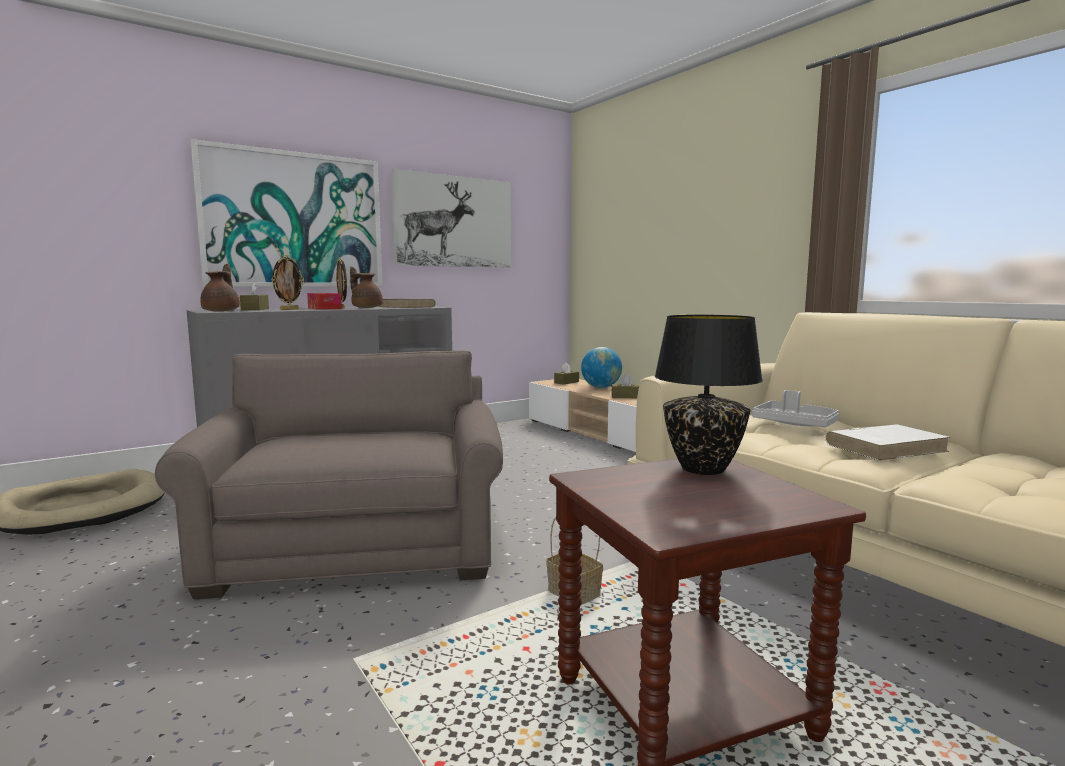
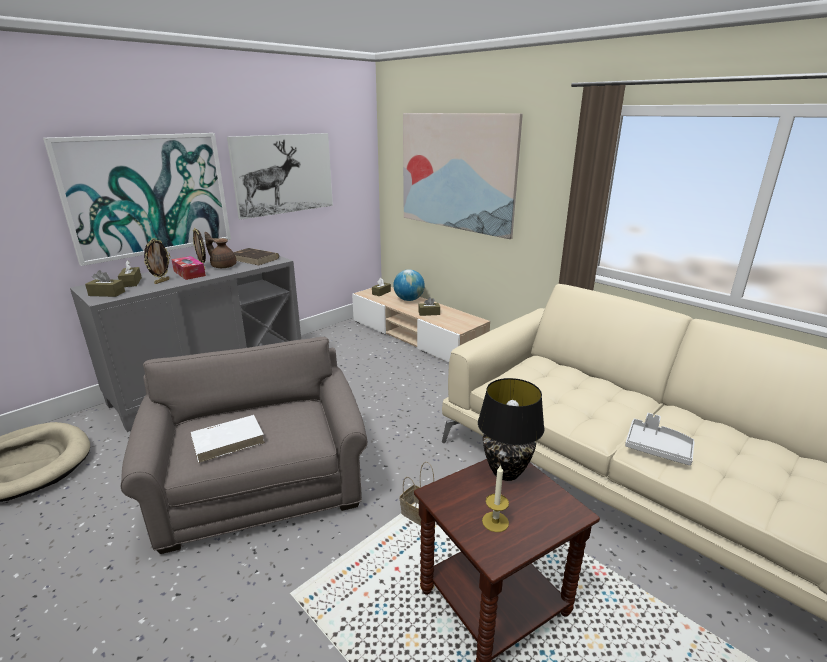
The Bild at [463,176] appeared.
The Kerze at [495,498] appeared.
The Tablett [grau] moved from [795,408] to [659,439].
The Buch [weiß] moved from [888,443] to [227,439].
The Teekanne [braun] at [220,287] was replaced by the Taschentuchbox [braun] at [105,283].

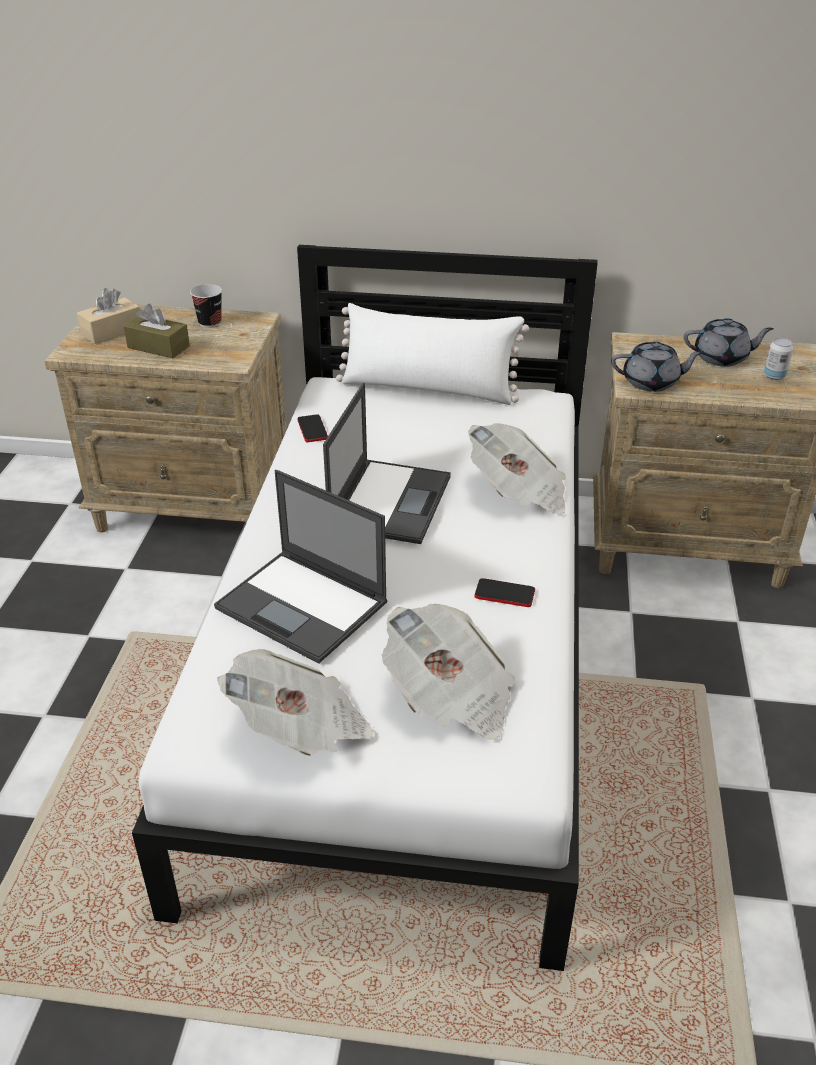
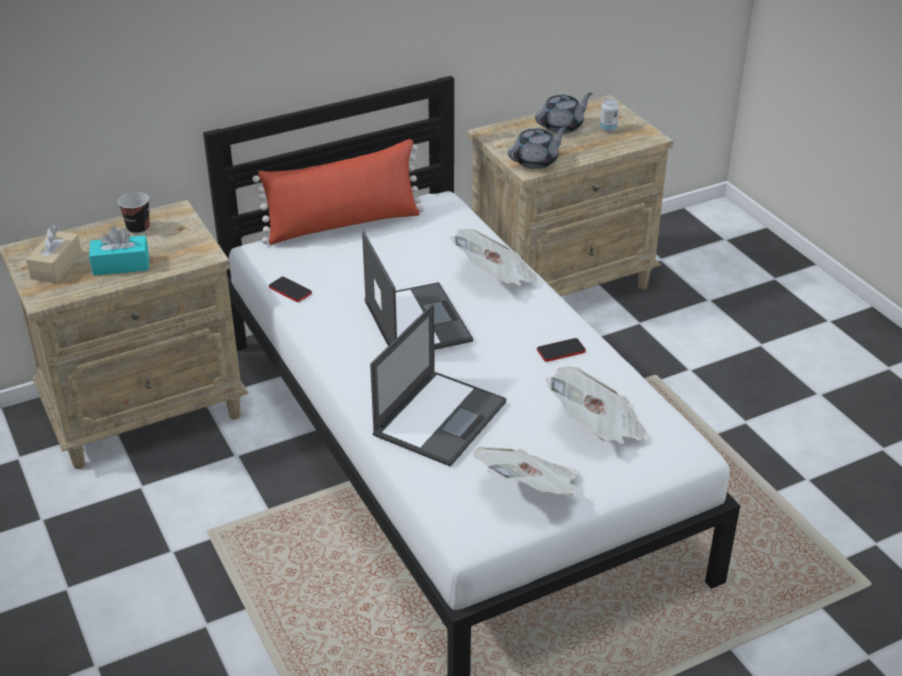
The Taschentuchbox [braun] at [157,331] became the Taschentuchbox [türkis] at [119,251].
The Kissen [weiß] at [432,354] became the Kissen [rot] at [338,192].
The Laptop at [300,567] turned 60 degrees counterclockwise.

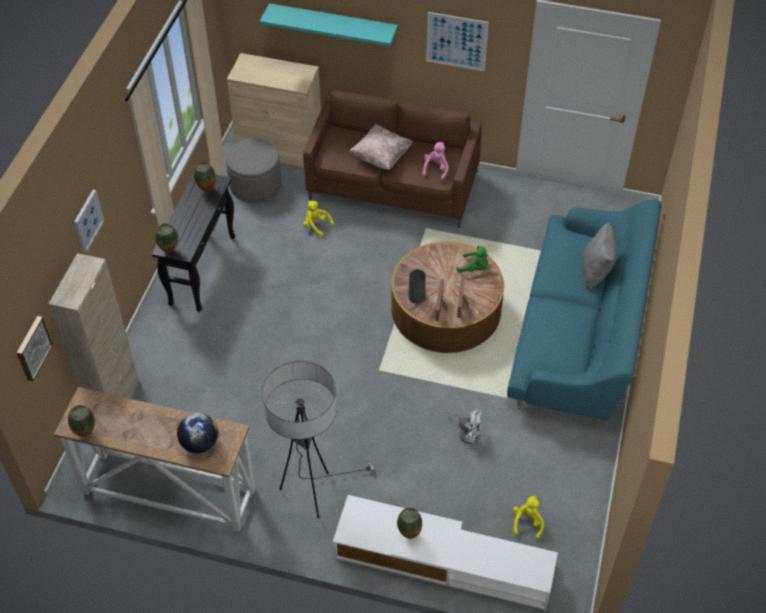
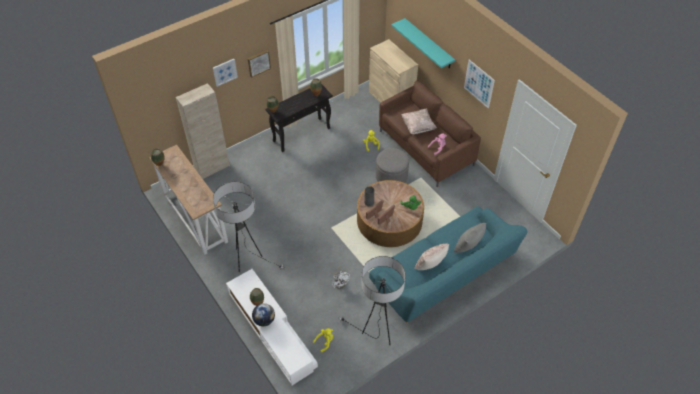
The Stehlampe at [372,300] appeared.
The Kissen [beige] at [431,257] appeared.
The Bild moved from [35,349] to [259,64].
The Globus moved from [197,433] to [263,314].
The Polsterhocker [grau] moved from [254,170] to [392,165].

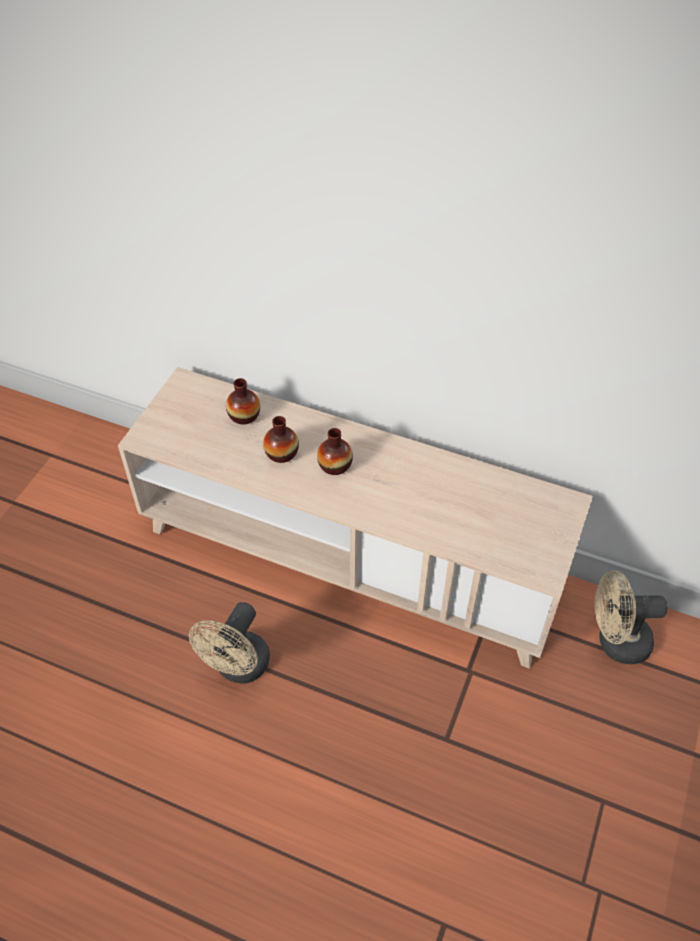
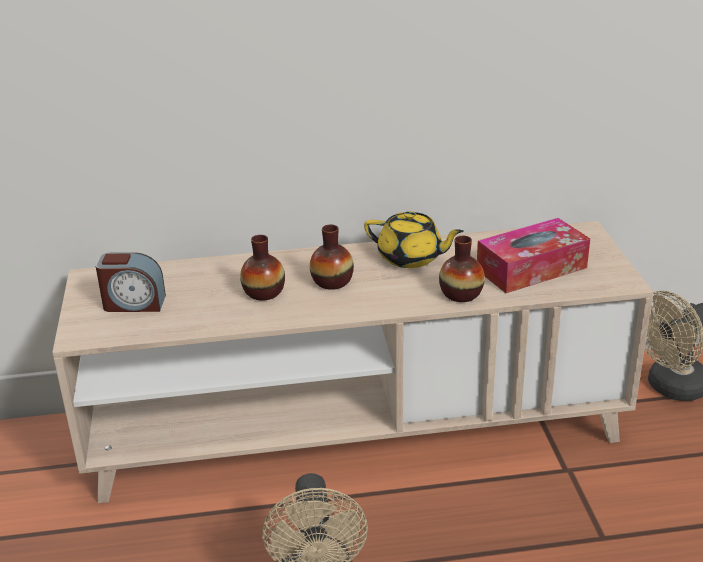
The Wecker at [131,282] appeared.
The Teekanne [gelb] at [414,239] appeared.
The Taschentuchbox at [533,255] appeared.
The Vase moved from [243,401] to [462,269].

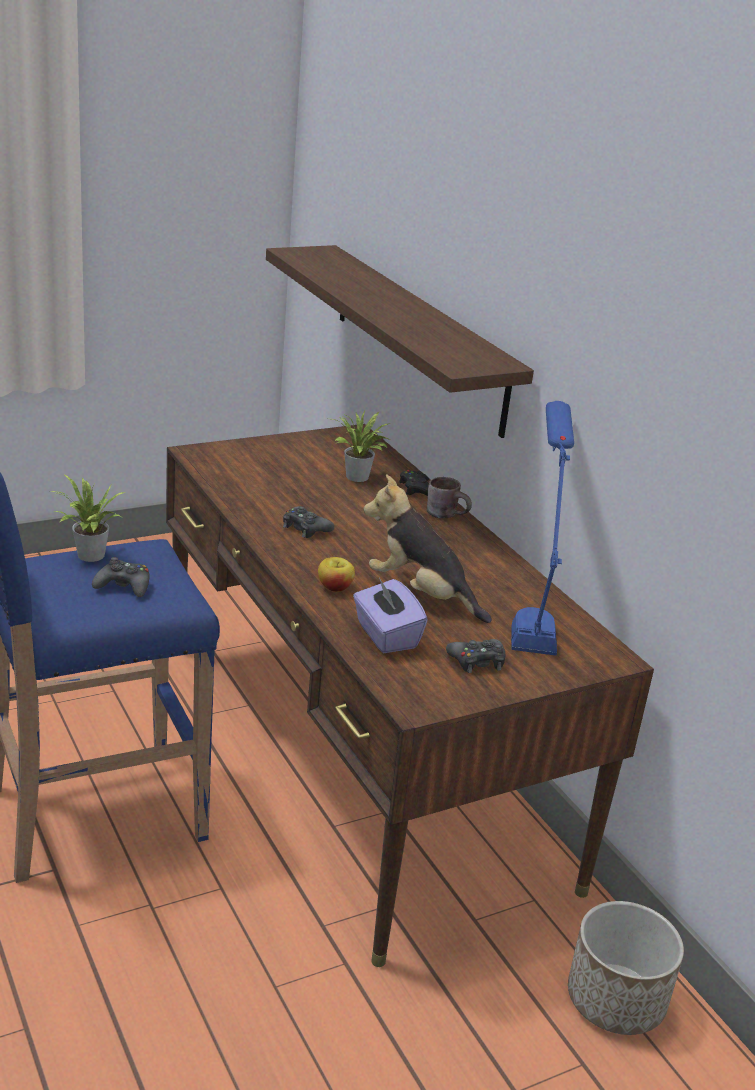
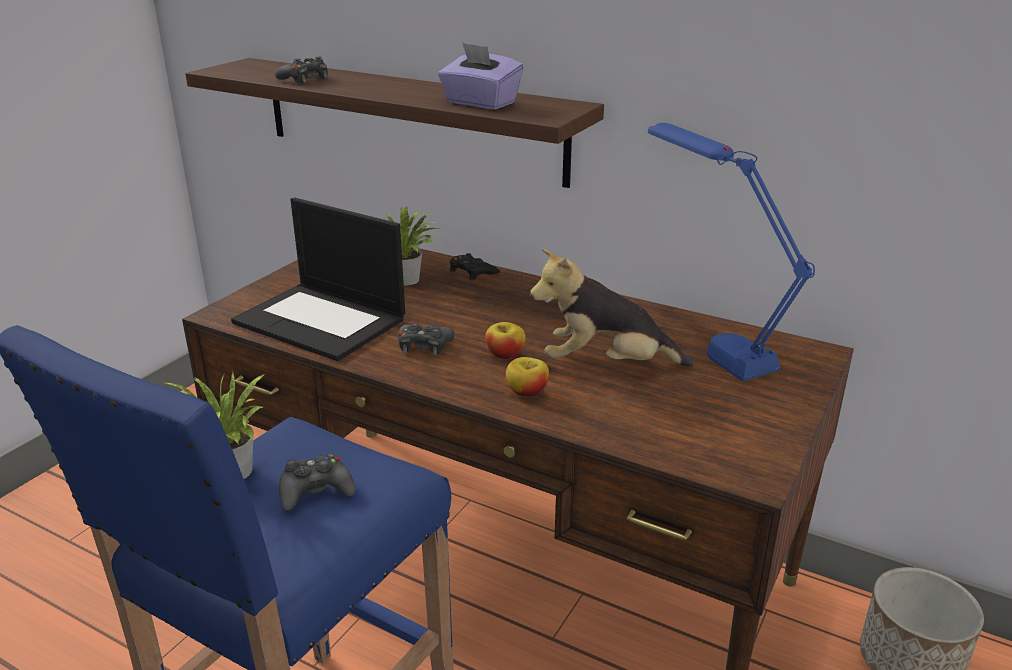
The Henkelbecher [braun] at [449,498] disappeared.
The Laptop at [318,279] appeared.
The Apfel at [505,340] appeared.
The Taschentuchbox [lila] moved from [390,615] to [480,76].
The Gamepad [schwarz] moved from [475,656] to [301,70].

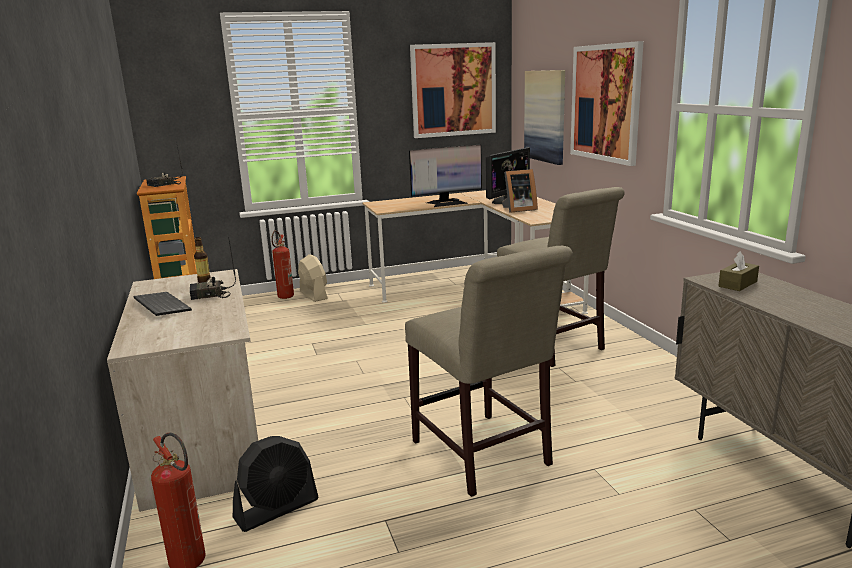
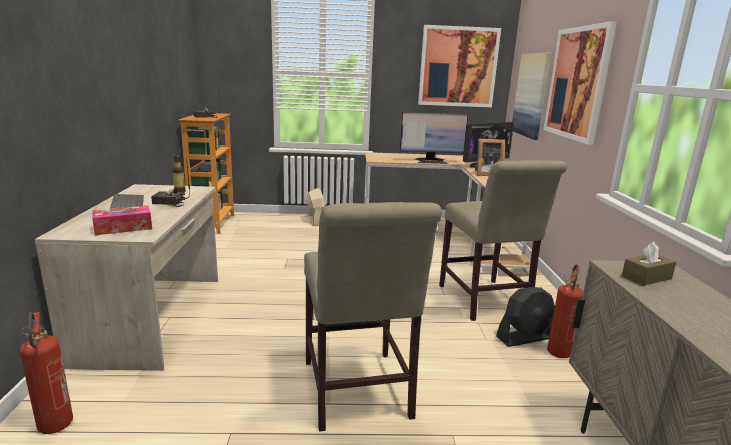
The Taschentuchbox at [122,220] appeared.
The Ventilator [schwarz] moved from [276,484] to [525,317].
The Feuerlöscher moved from [282,264] to [565,311].

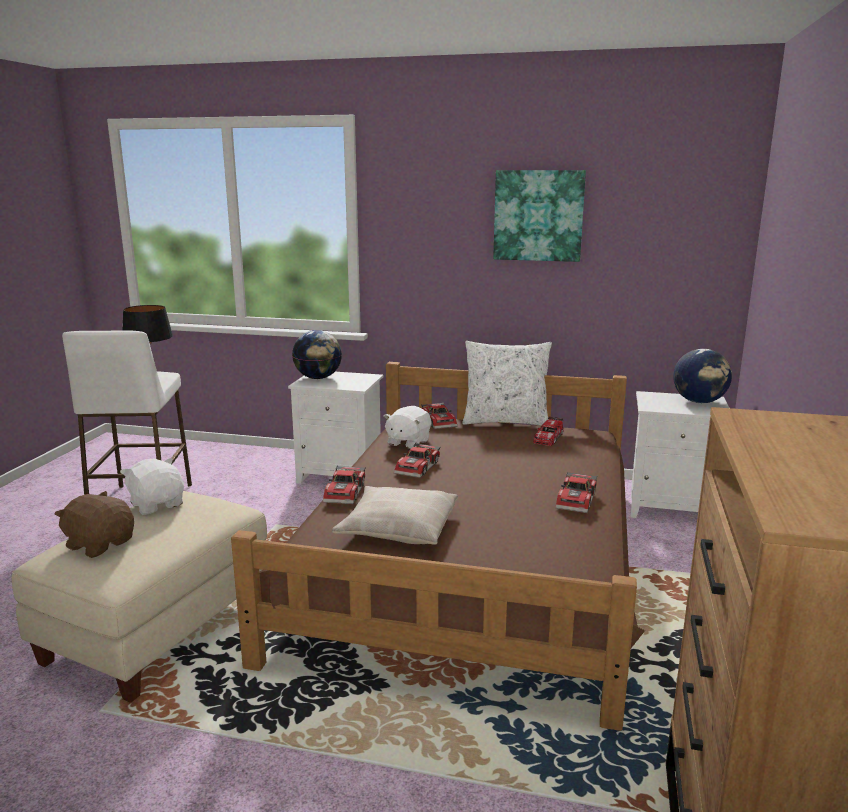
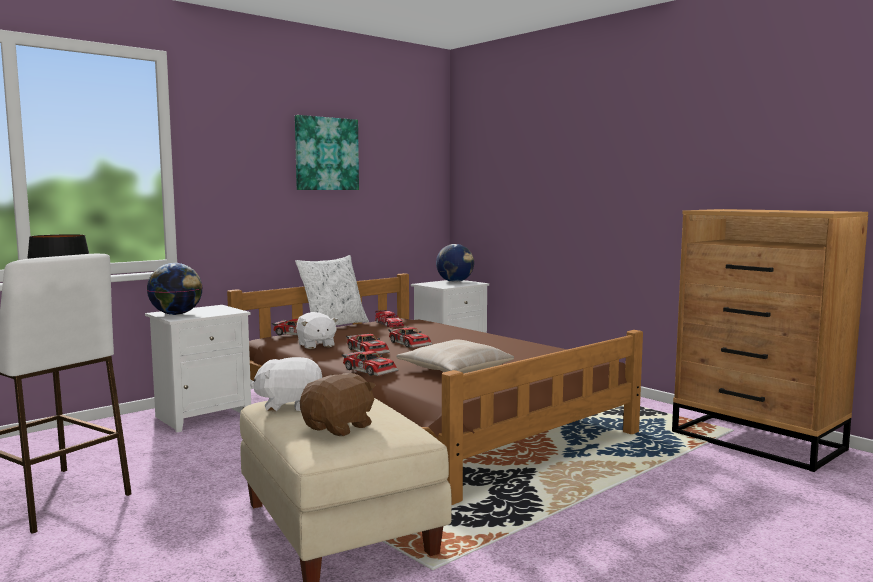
The Spielzeugauto moved from [576,492] to [410,337].
The Plüschtier [braun] at [94,524] turned 150 degrees clockwise.

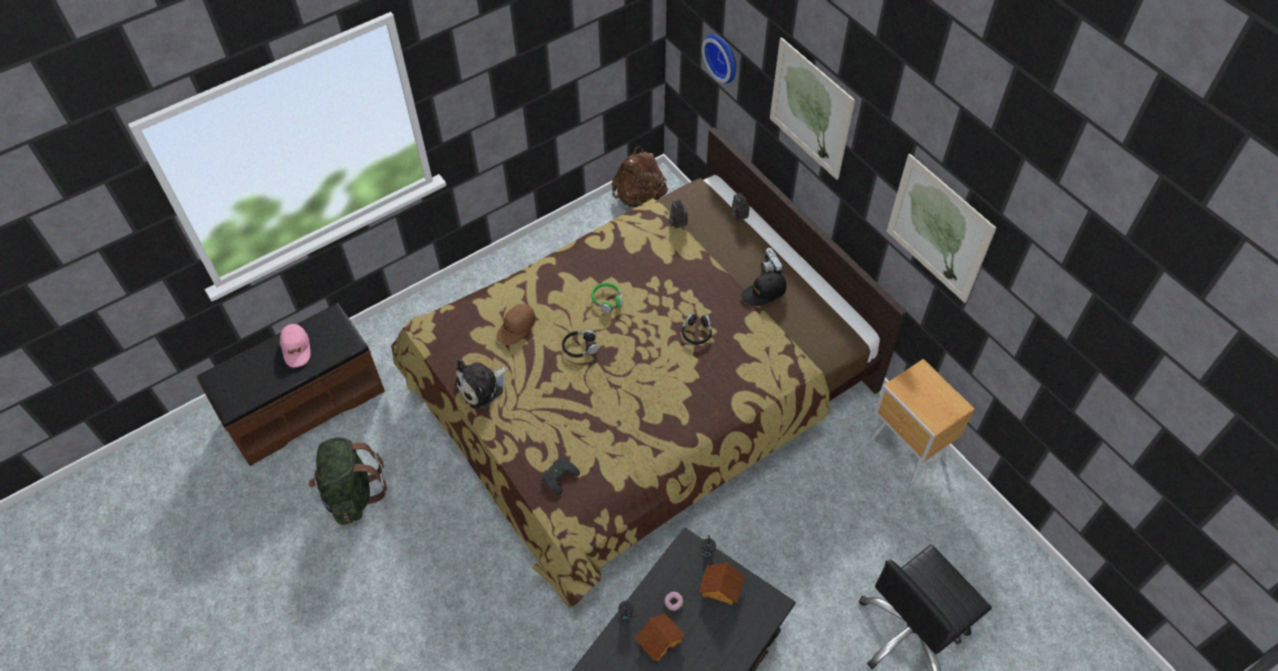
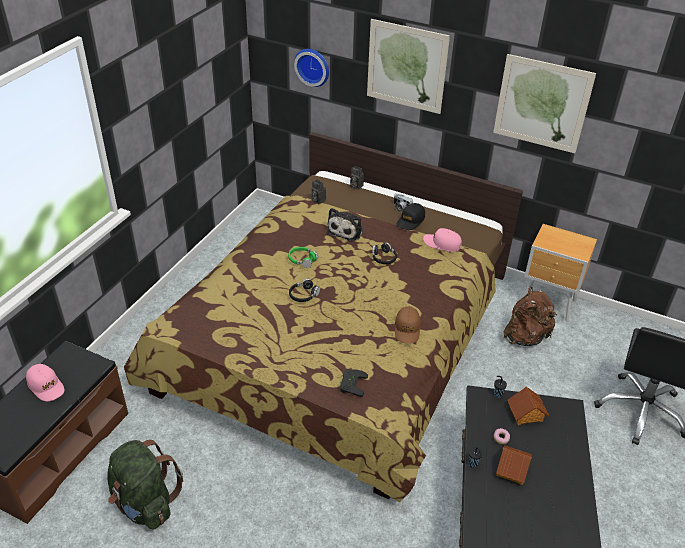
The Kappe [rosa] at [442,240] appeared.
The Plüschtier moved from [481,384] to [345,225].
The Kappe [braun] moved from [516,324] to [408,325].
The Rucksack [braun] moved from [640,176] to [529,316].

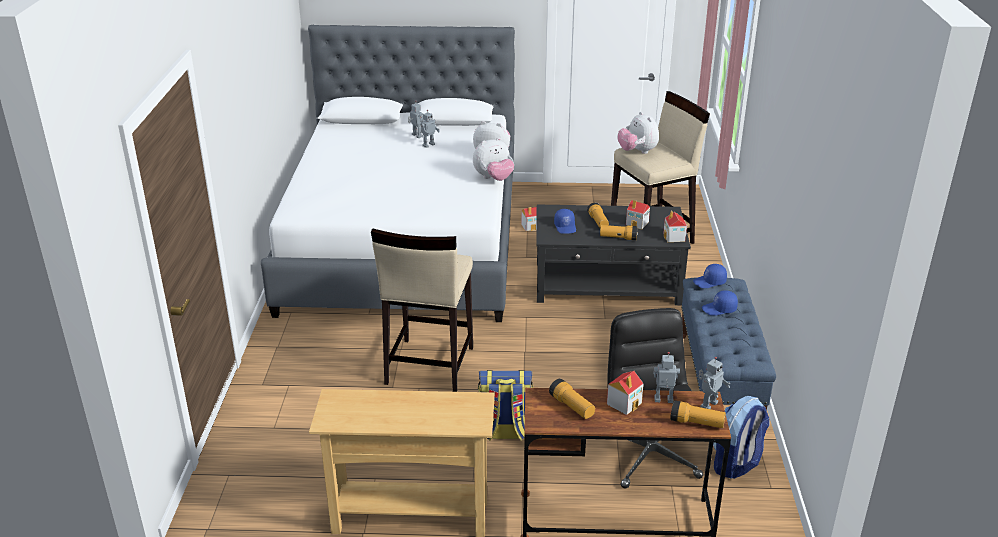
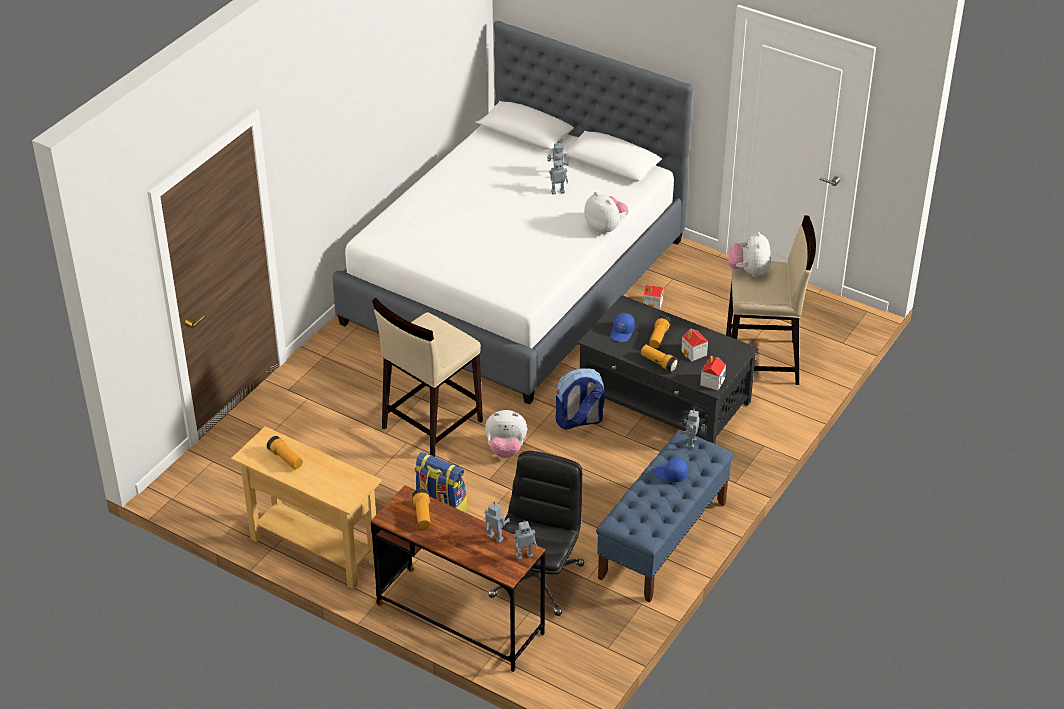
The Spielzeughaus at [625,393] disappeared.
The Plüschtier moved from [493,159] to [506,434].
The Taschenlampe moved from [698,414] to [285,452].
The Rucksack moved from [741,437] to [580,399].
The Kappe [blau] at [710,276] was replaced by the Spielzeugroboter at [692,429].

